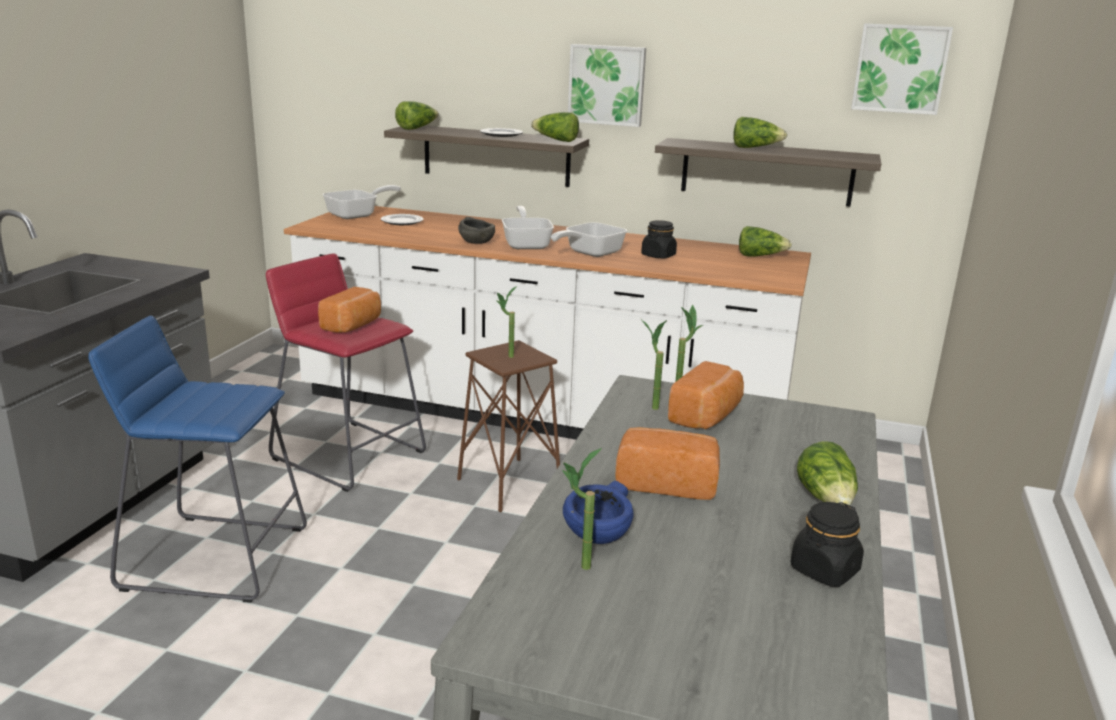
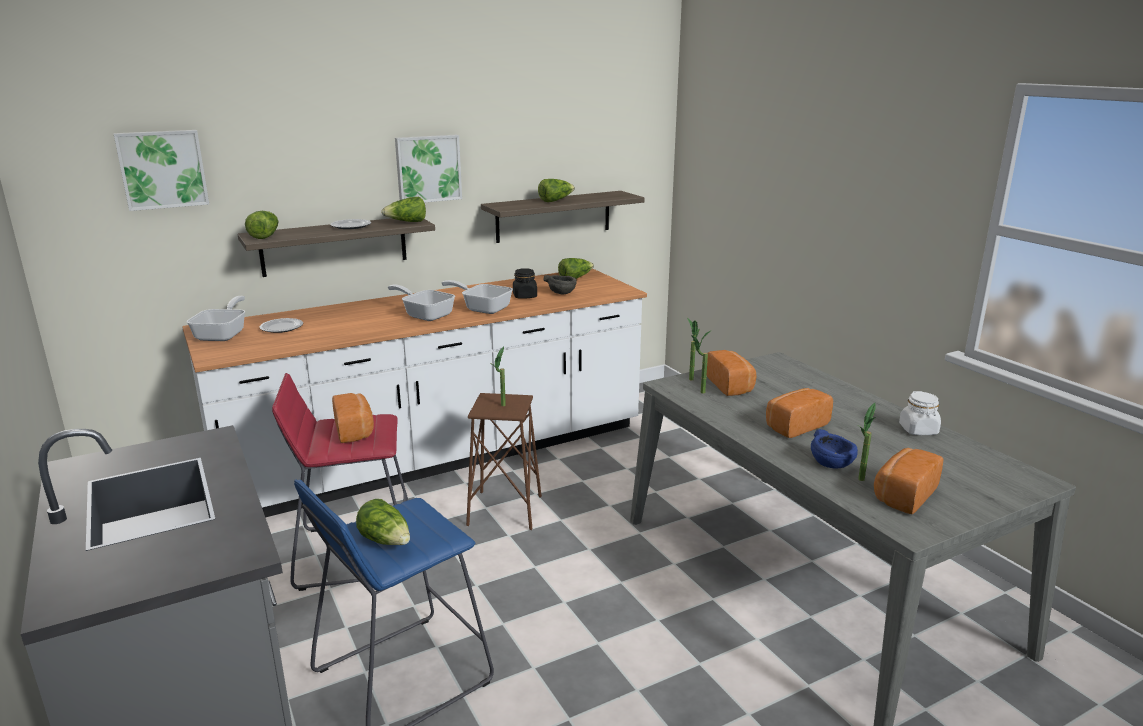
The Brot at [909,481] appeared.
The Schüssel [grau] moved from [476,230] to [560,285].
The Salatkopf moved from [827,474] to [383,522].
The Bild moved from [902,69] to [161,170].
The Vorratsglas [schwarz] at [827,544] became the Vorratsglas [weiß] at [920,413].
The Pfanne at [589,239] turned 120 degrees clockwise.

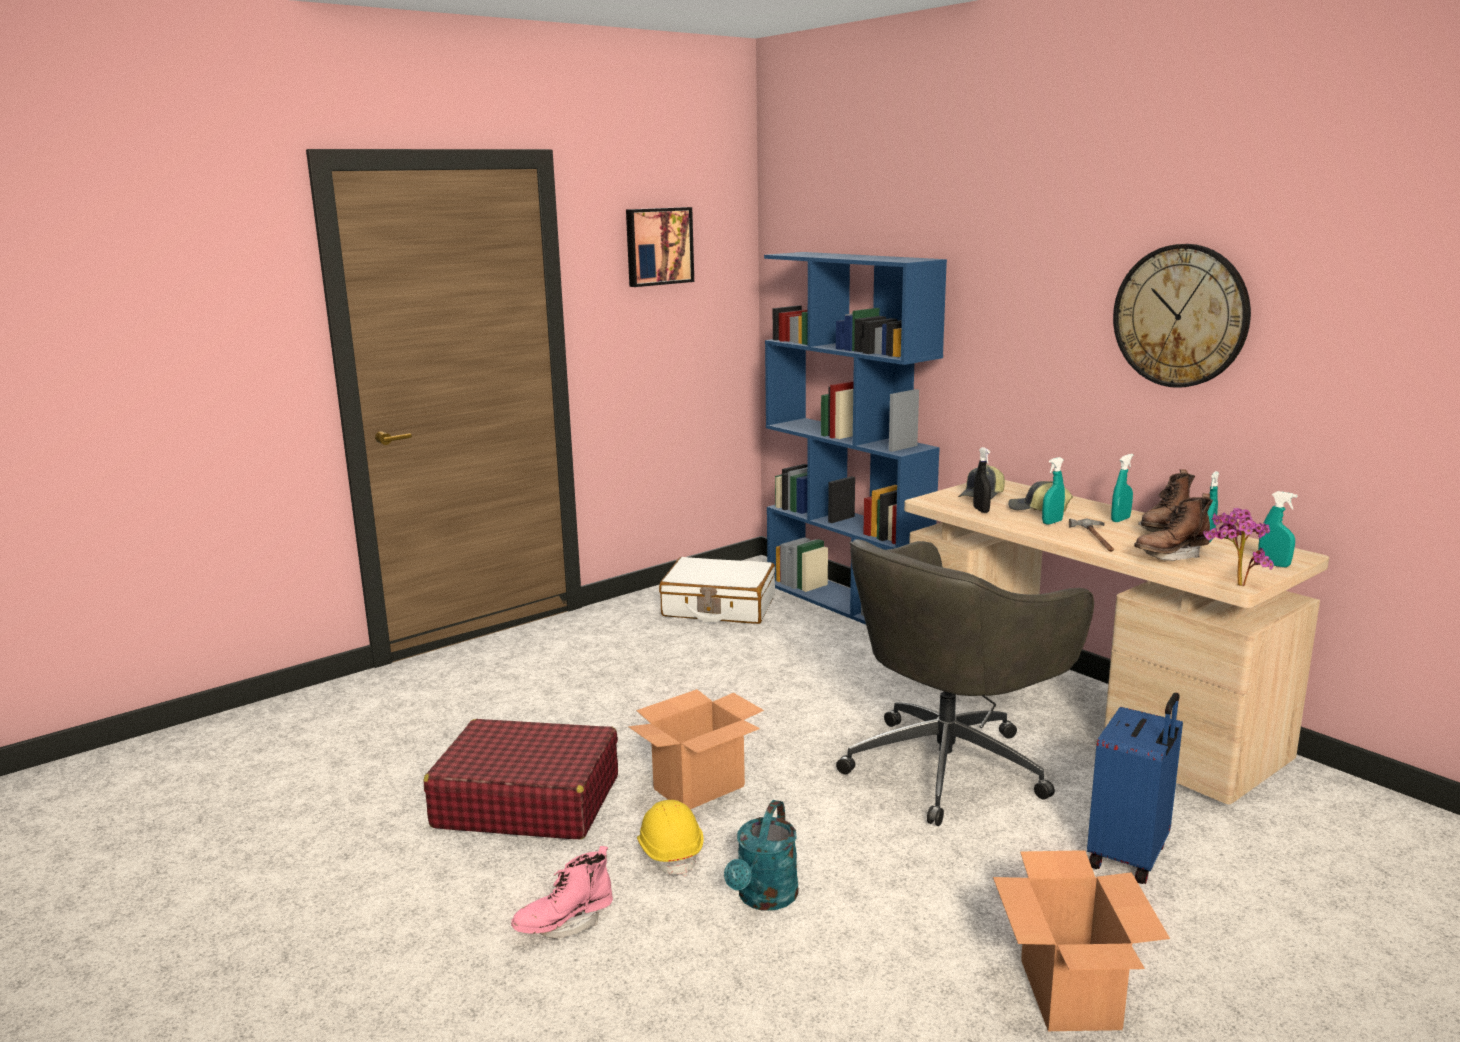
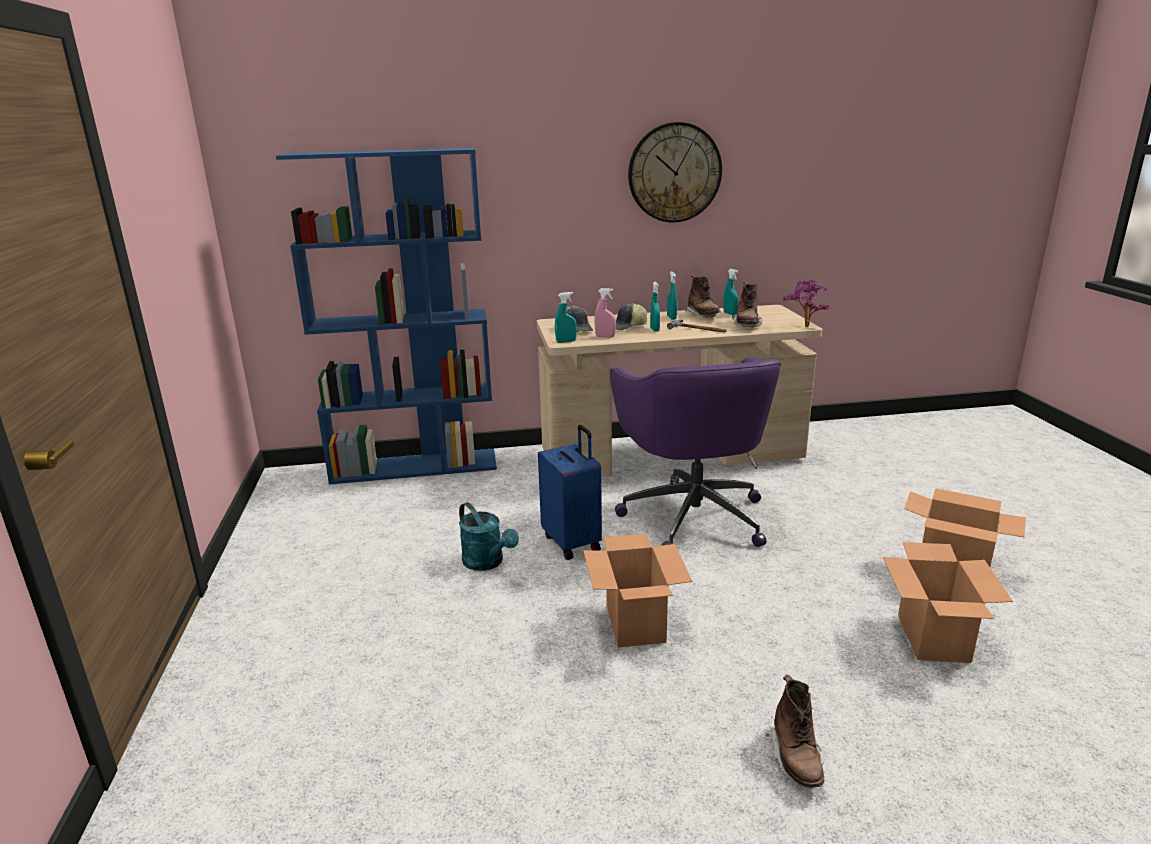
The Koffer [rot] at [521,779] disappeared.
The Bild at [660,247] disappeared.
The Schutzhelm [gelb] at [670,838] disappeared.
The Koffer [weiß] at [717,590] disappeared.
The Karton at [948,602] appeared.
The Gießkanne [türkis] moved from [761,855] to [489,536].
The Koffer [blau] moved from [1135,788] to [570,492].
The Sprühflasche [türkis] moved from [1277,529] to [566,317].
The Stiefel [rosa] at [562,892] became the Stiefel [braun] at [795,731].
The Bürostuhl [grau] at [965,682] became the Bürostuhl [lila] at [695,452].
The Sprühflasche [schwarz] at [982,480] became the Sprühflasche [rosa] at [605,313].

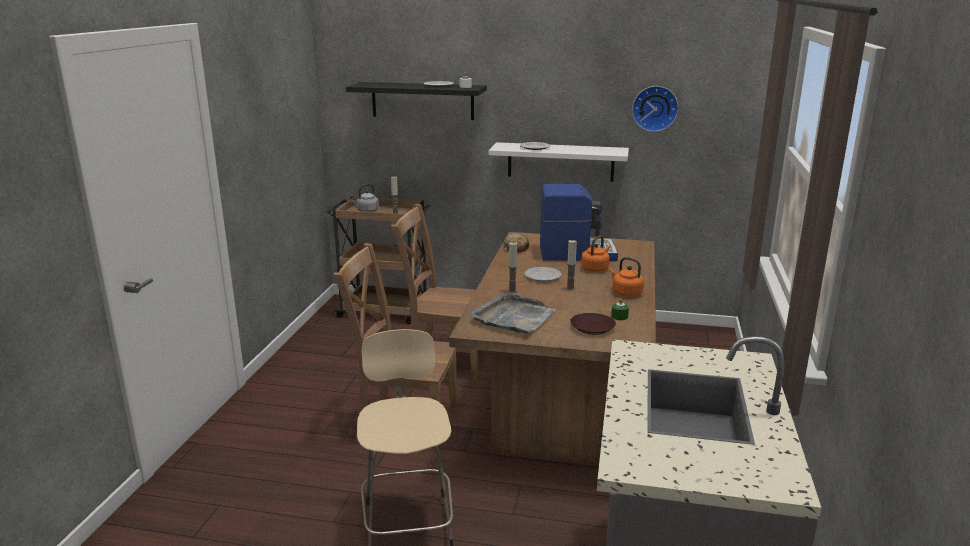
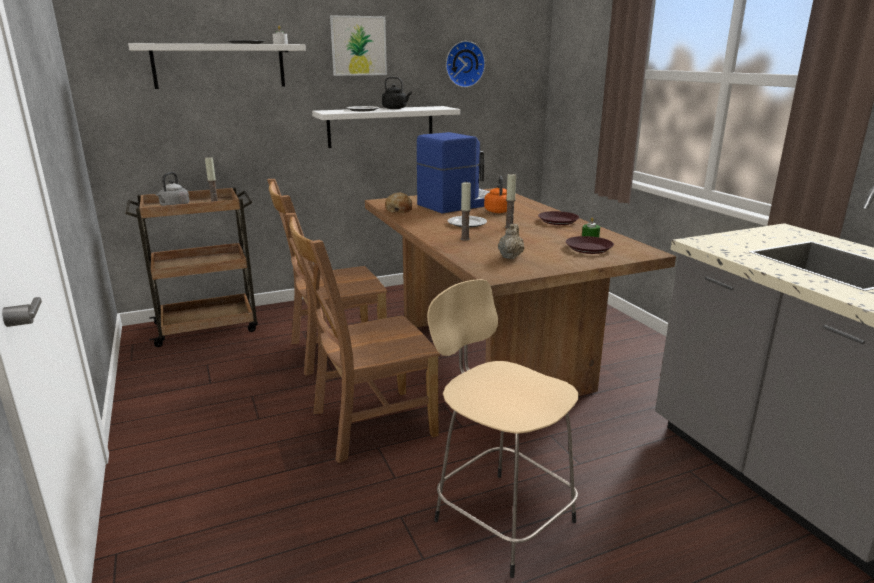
The Bild at [358,45] appeared.
The Wasserkessel [schwarz] at [397,93] appeared.
The Tablett [grau] at [513,313] was replaced by the Teekanne [beige] at [511,241].
The Wasserkessel [orange] at [626,277] was replaced by the Teller [braun] at [558,218].
The Wandregal [schwarz] at [416,101] became the Wandregal [weiß] at [217,66].

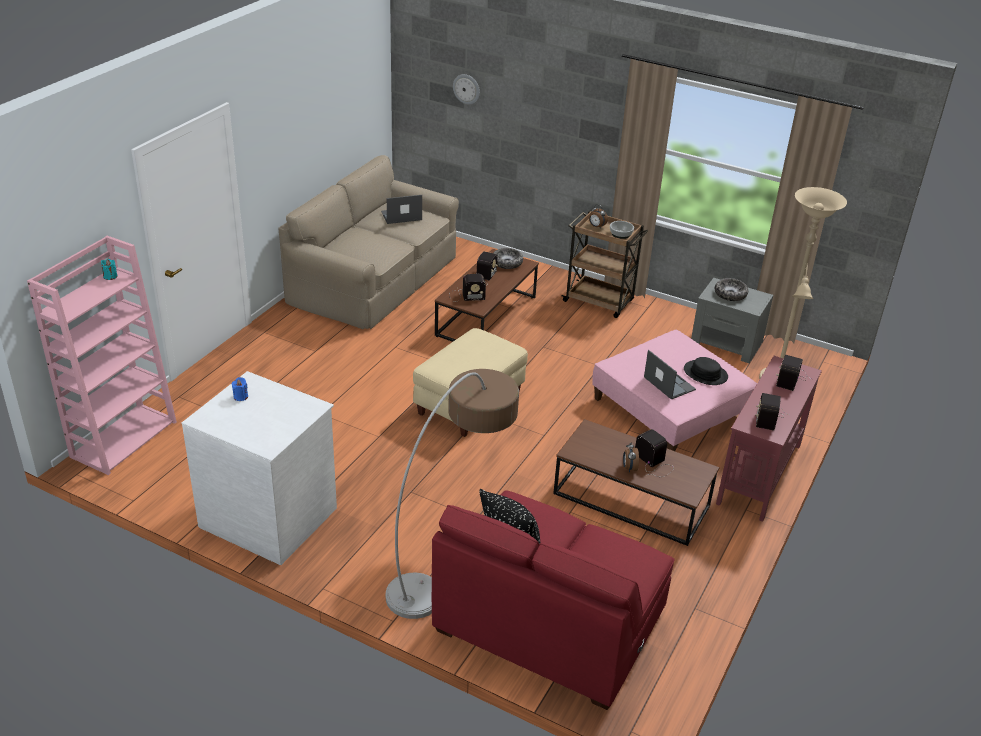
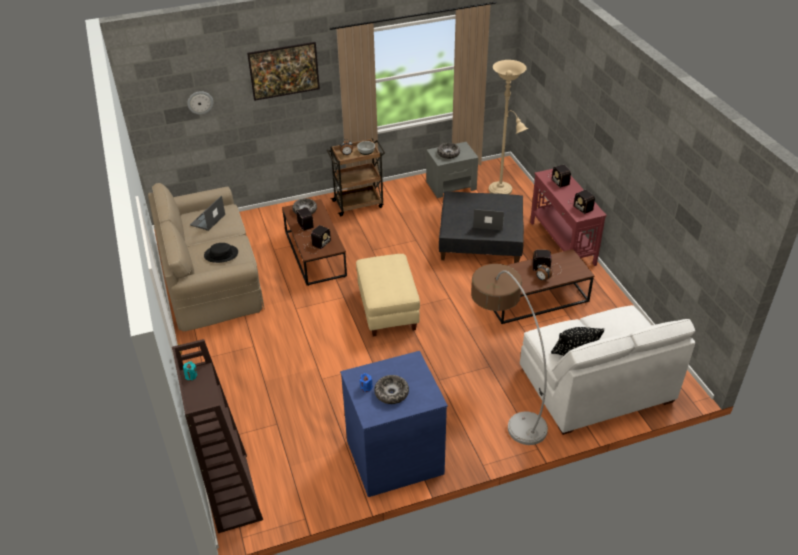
The Bild at [283,71] appeared.
The Schüssel at [391,389] appeared.
The Hut [schwarz] moved from [706,371] to [221,253].
The Bücherregal [rosa] at [102,355] became the Bücherregal [braun] at [217,436].
The Kommode [weiß] at [259,468] became the Kommode [blau] at [394,424].
The Sofa [rot] at [553,600] became the Sofa [weiß] at [607,370].
The Polsterhocker [rosa] at [674,390] became the Polsterhocker [grau] at [481,227].

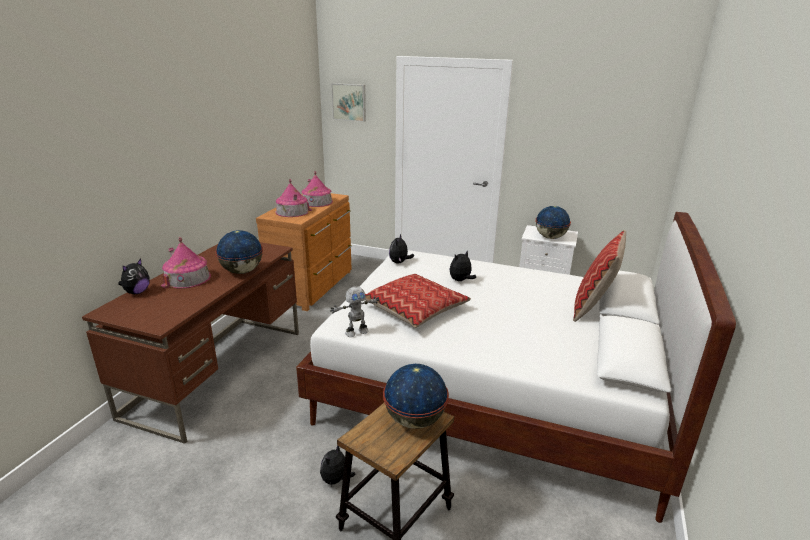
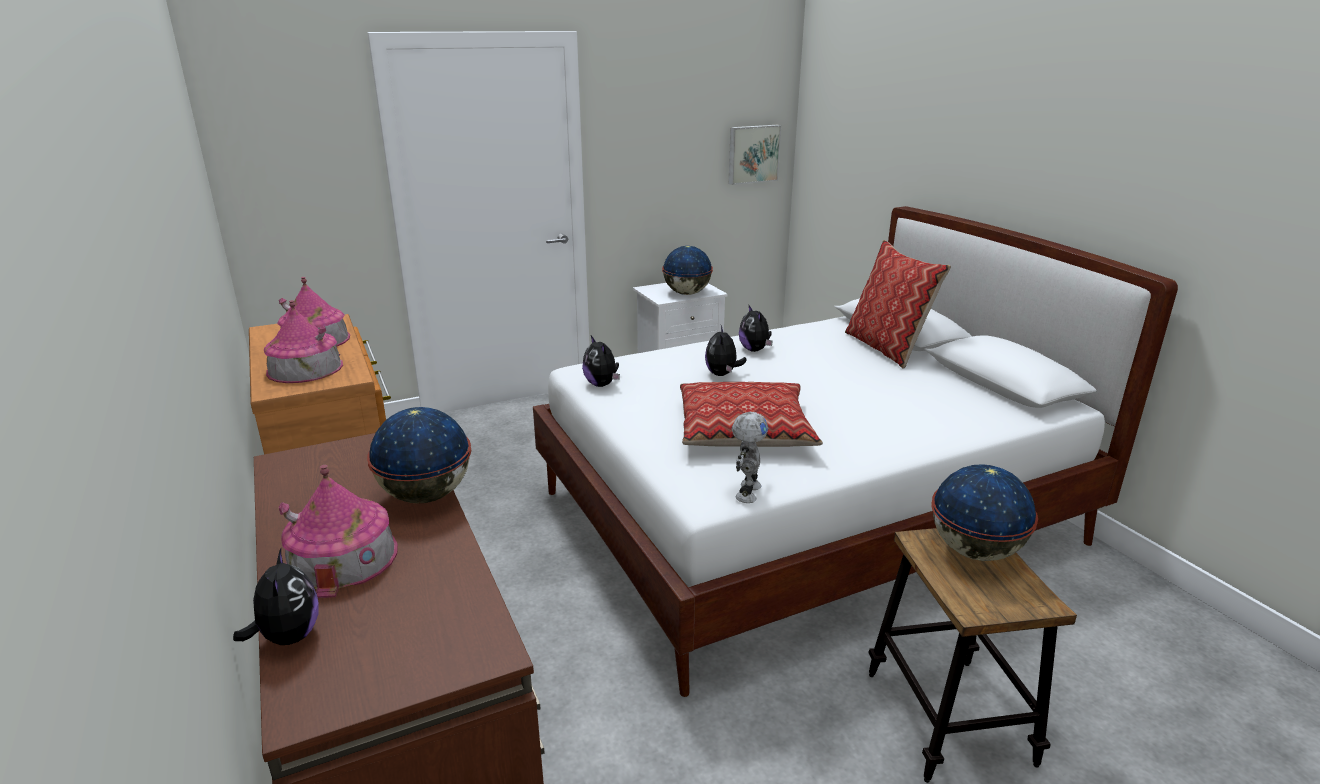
The Plüschtier moved from [338,465] to [756,328].
The Bild moved from [348,102] to [754,155].

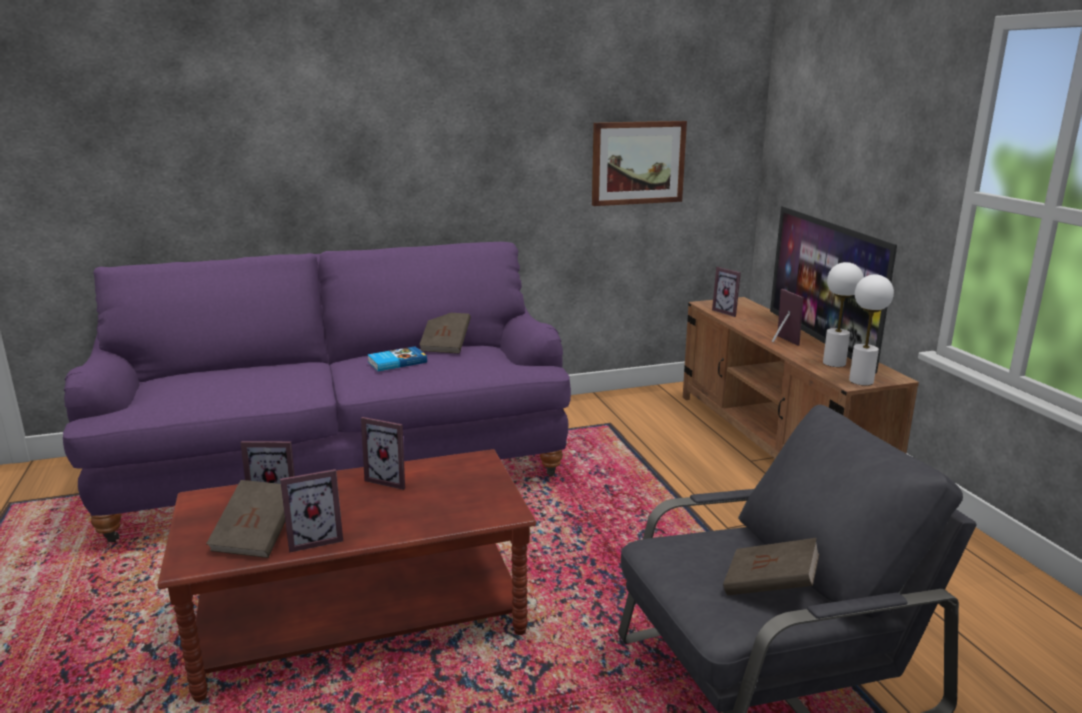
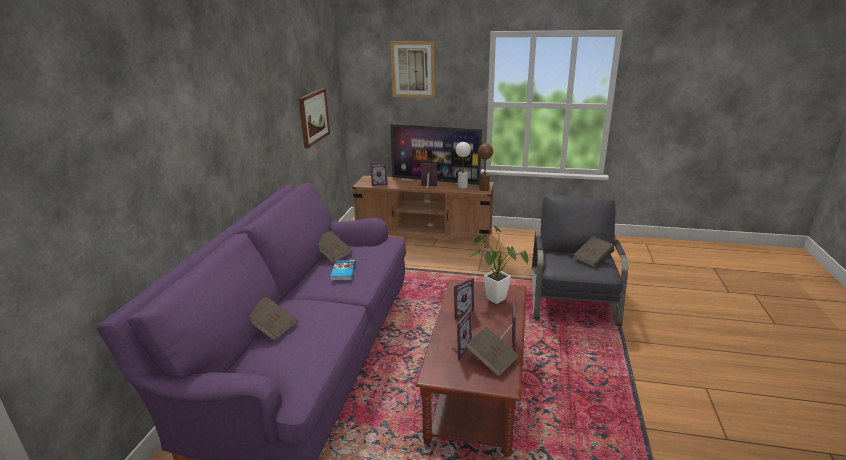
The Buch [braun] at [273,319] appeared.
The Bild at [412,69] appeared.
The Topfpflanze at [499,264] appeared.
The Tischlampe [weiß] at [871,329] became the Tischlampe [braun] at [485,167].

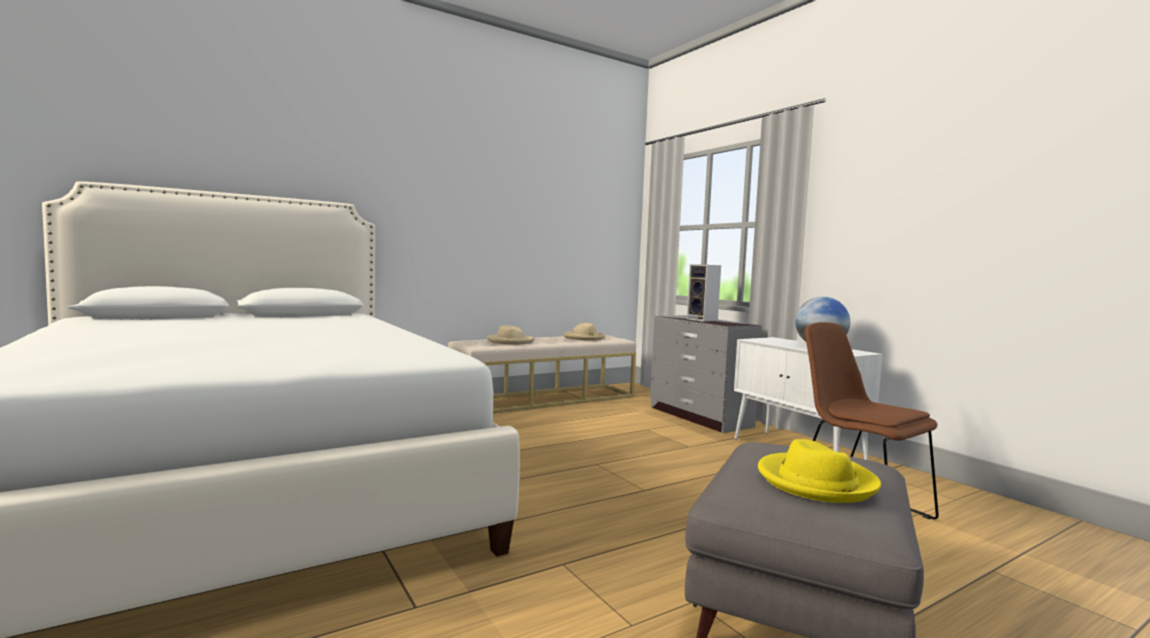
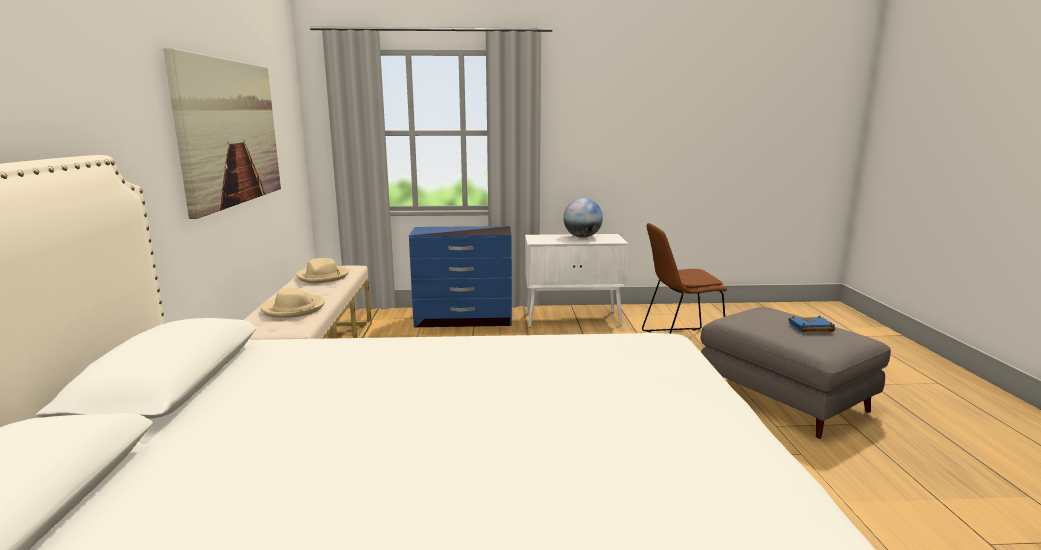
The Lautsprecher at [704,293] disappeared.
The Bild at [222,133] appeared.
The Hut [gelb] at [819,471] was replaced by the Buch [blau] at [811,324].
The Kommode [grau] at [706,374] became the Kommode [blau] at [460,276].

